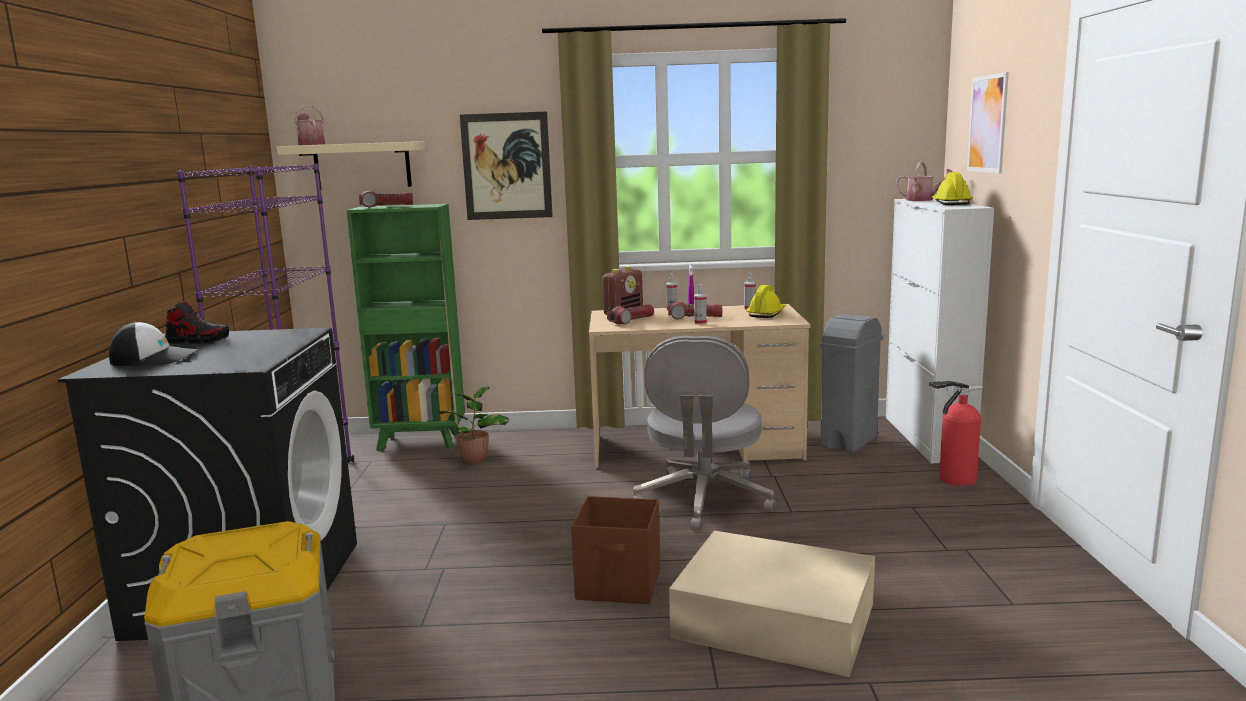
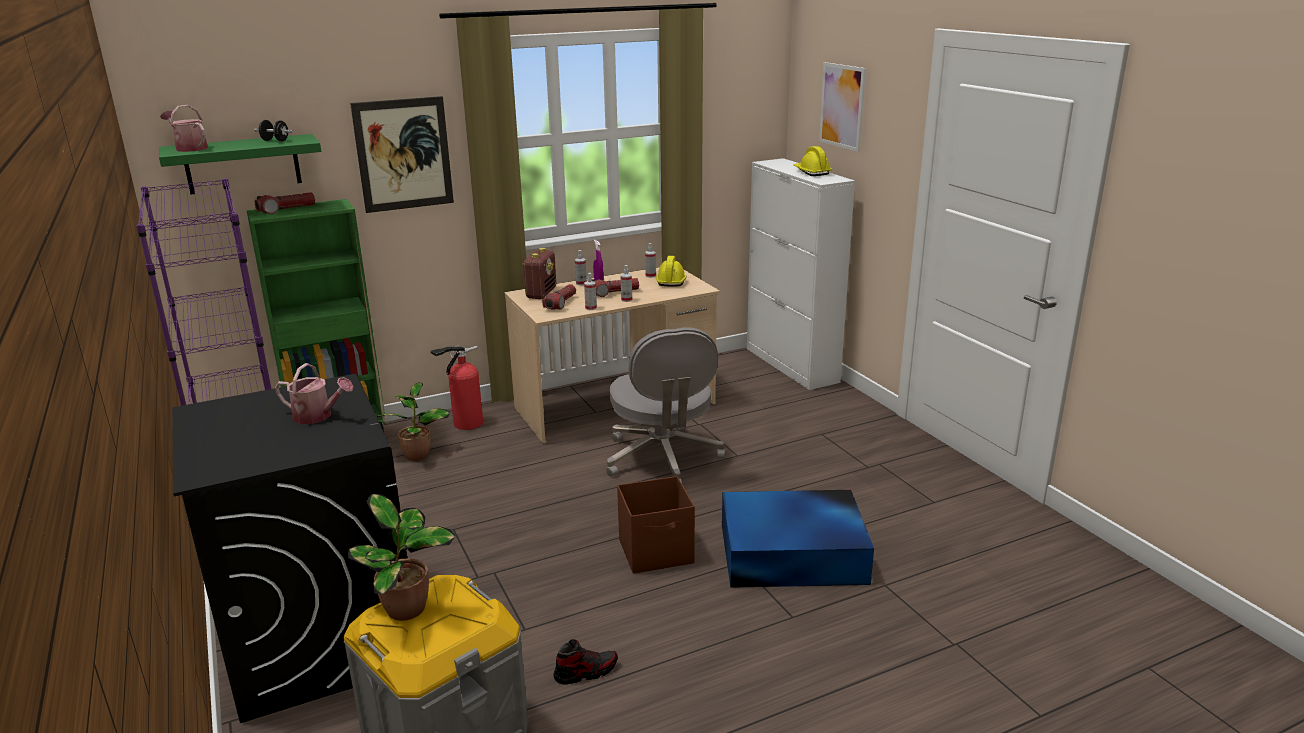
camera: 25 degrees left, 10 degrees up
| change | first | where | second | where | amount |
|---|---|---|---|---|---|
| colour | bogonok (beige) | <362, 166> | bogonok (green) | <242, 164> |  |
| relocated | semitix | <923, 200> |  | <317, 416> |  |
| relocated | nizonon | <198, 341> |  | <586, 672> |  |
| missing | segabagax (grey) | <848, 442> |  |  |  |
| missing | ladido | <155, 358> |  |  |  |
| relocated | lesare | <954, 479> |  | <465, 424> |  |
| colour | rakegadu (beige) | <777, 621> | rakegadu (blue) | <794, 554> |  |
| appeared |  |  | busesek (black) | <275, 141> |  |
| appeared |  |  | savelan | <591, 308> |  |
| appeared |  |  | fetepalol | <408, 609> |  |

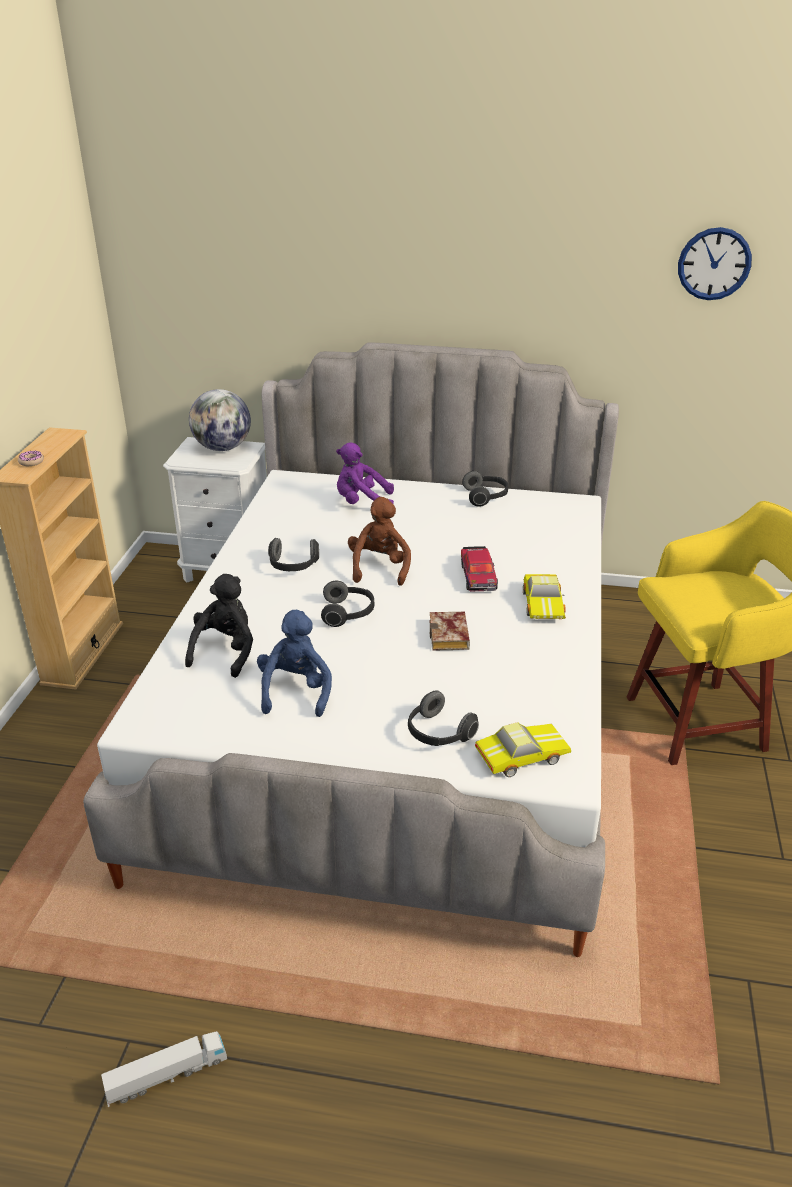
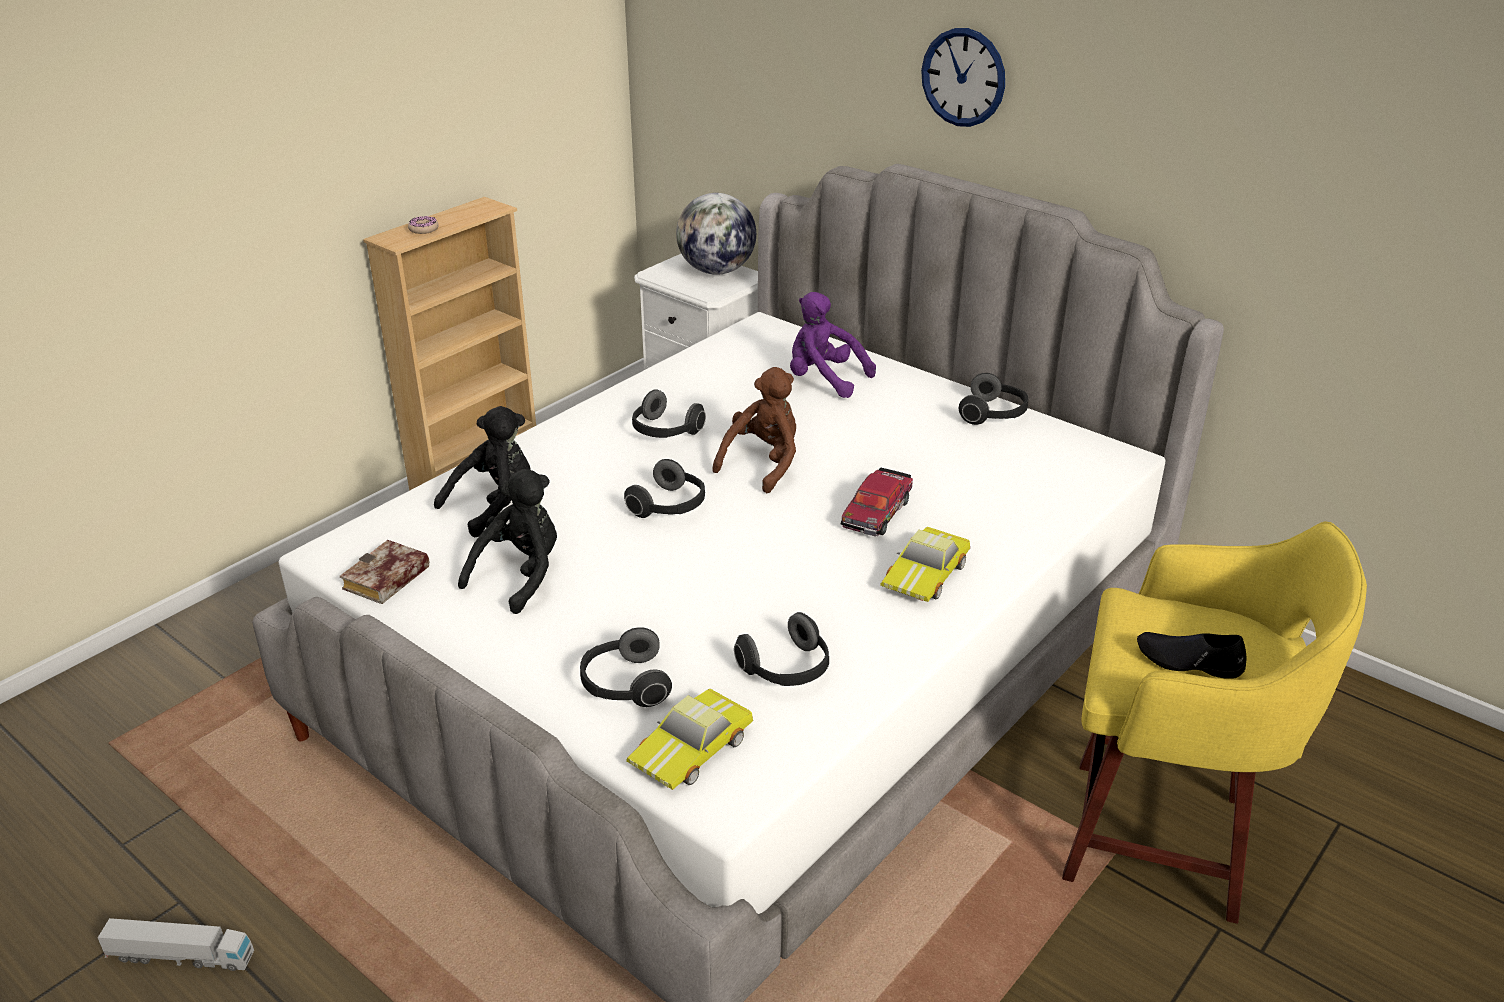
camera: 30 degrees right, 0 degrees up
| change | first | where | second | where | amount |
|---|---|---|---|---|---|
| relocated | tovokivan | <714, 264> |  | <963, 77> |  |
| colour | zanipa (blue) | <296, 691> | zanipa (black) | <520, 576> |  |
| relocated | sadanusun | <451, 637> |  | <386, 581> |  |
| spun | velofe | <520, 755> |  | <694, 750> | 120 degrees clockwise |
| appeared |  |  | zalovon | <787, 670> |  |
| appeared |  |  | nizonon (black) | <1188, 661> |  |

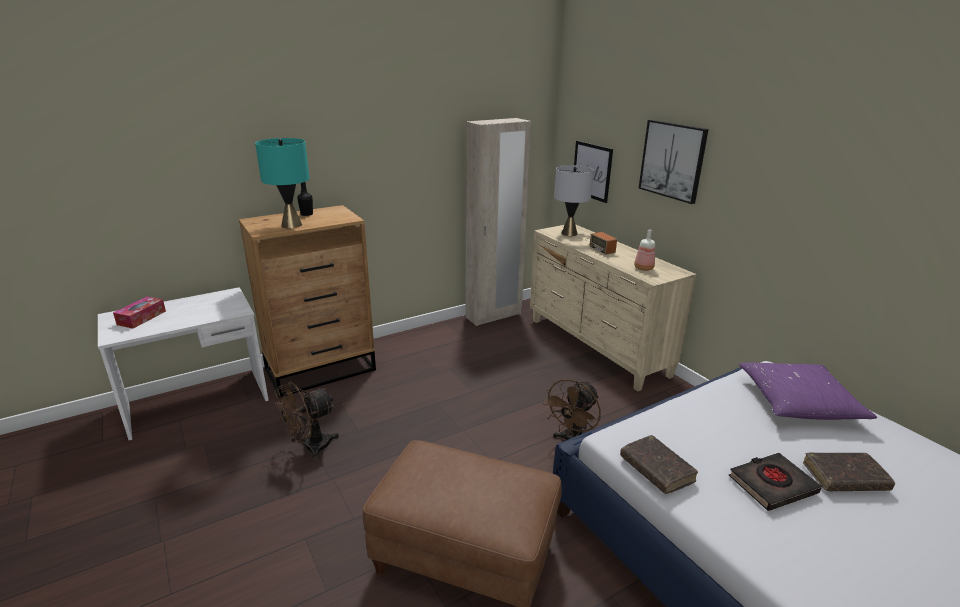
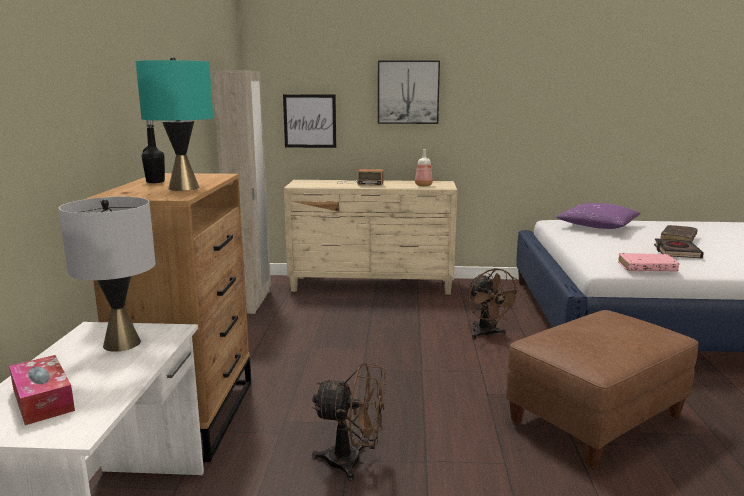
camera: 55 degrees left, 10 degrees down
| change | first | where | second | where | amount |
|---|---|---|---|---|---|
| relocated | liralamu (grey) | <569, 233> |  | <121, 343> |  |
| spun | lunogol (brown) | <310, 447> |  | <352, 462> | 75 degrees counterclockwise |
| colour | sadanusun (brown) | <656, 470> | sadanusun (pink) | <646, 268> |  |

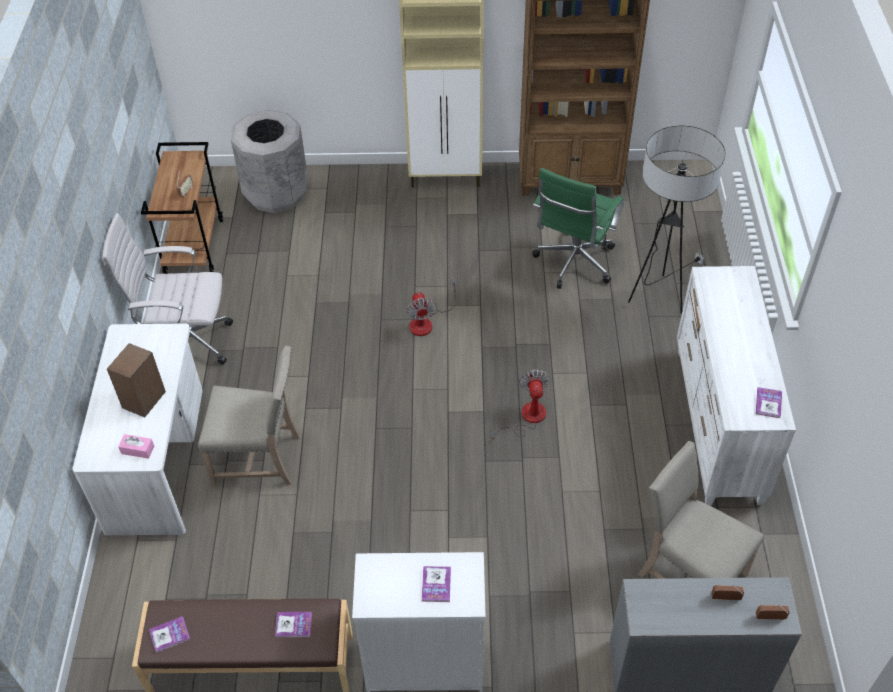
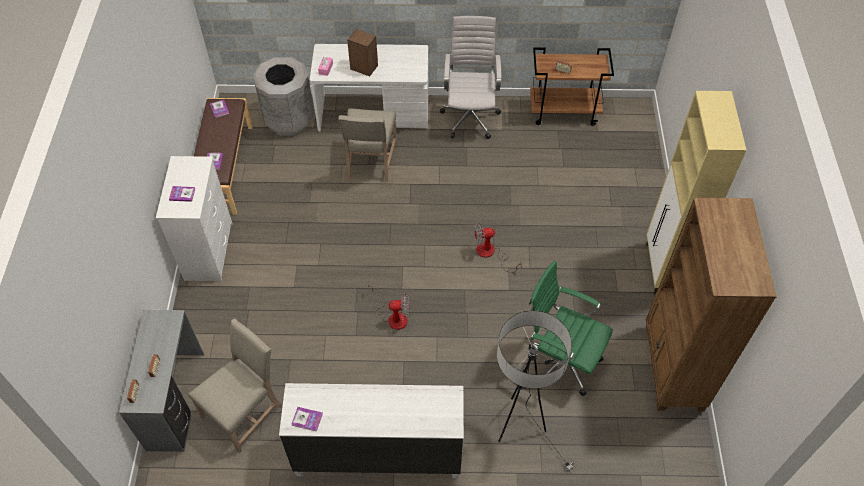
camera: 90 degrees right, 5 degrees up
| change | first | where | second | where | amount |
|---|---|---|---|---|---|
| relocated | segabagax (grey) | <276, 194> |  | <288, 120> |  |

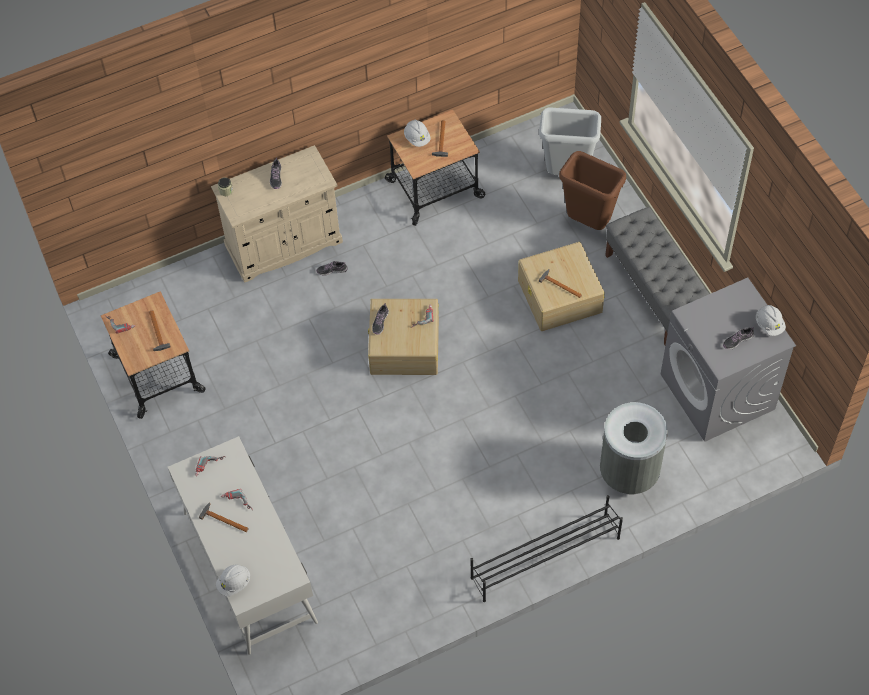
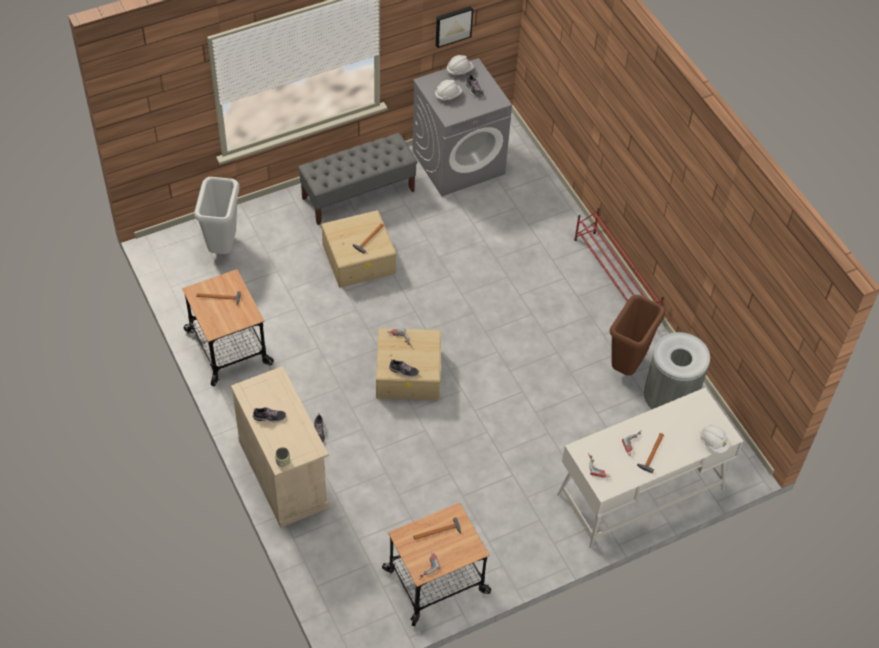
camera: 95 degrees left, 5 degrees down
| change | first | where | second | where | amount |
|---|---|---|---|---|---|
| relocated | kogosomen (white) | <417, 138> |  | <448, 95> |  |
| relocated | segabagax (brown) | <587, 223> |  | <627, 366> |  |
| relocated | segabagax (grey) | <629, 473> |  | <669, 401> |  |
| colour | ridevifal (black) | <544, 558> | ridevifal (red) | <615, 280> |  |
| appeared |  |  | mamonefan | <453, 25> |  |

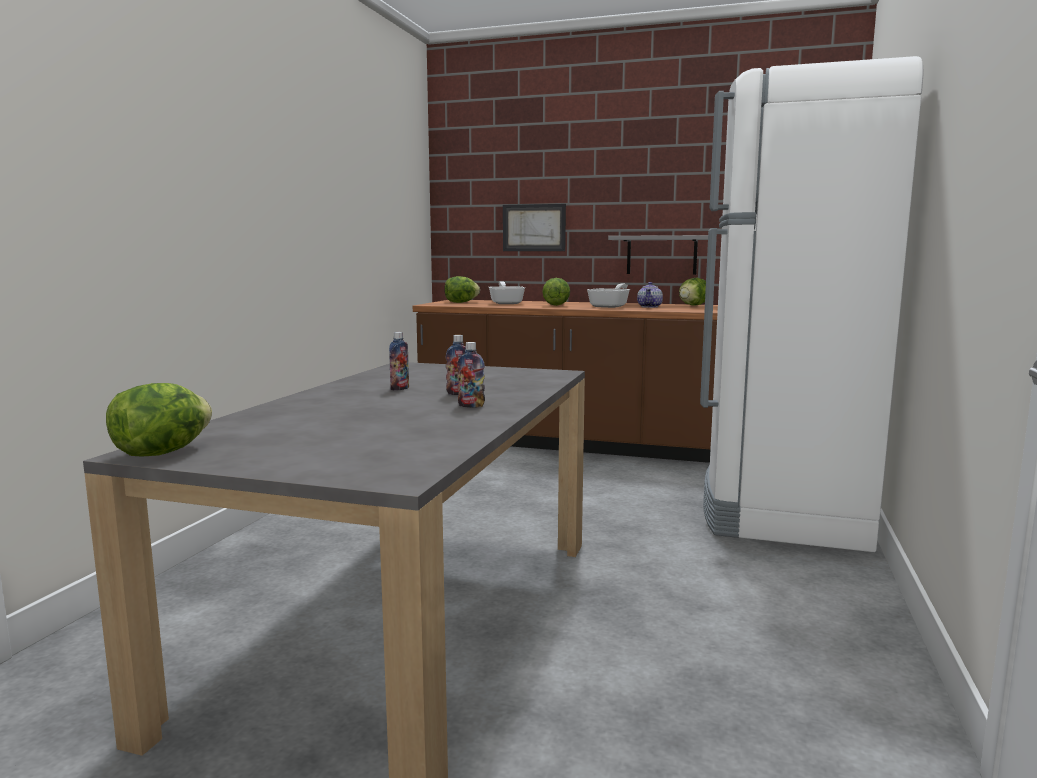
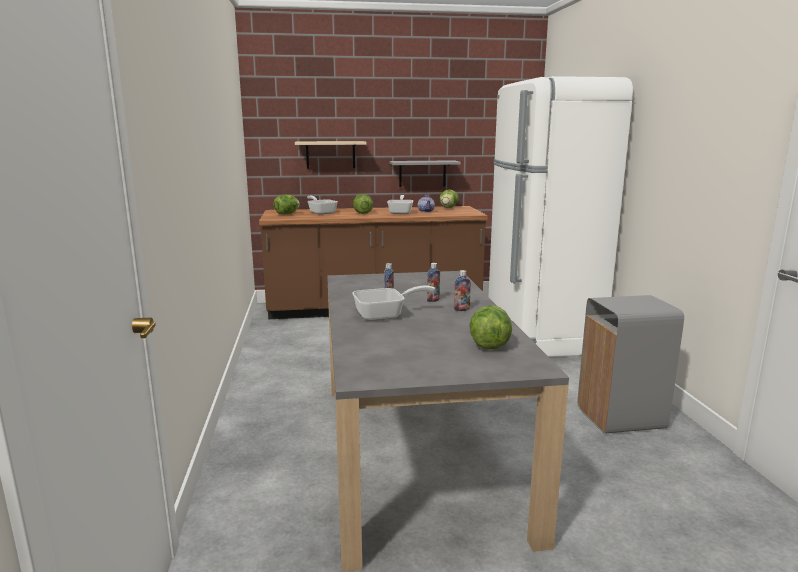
camera: 25 degrees left, 5 degrees up
| change | first | where | second | where | amount |
|---|---|---|---|---|---|
| exchanged | mamonefan | <534, 227> | bogonok (beige) | <330, 154> |  |
| relocated | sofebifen | <162, 453> |  | <489, 345> |  |
| appeared |  |  | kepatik | <385, 315> |  |
| appeared |  |  | segabagax (grey) | <621, 418> |  |

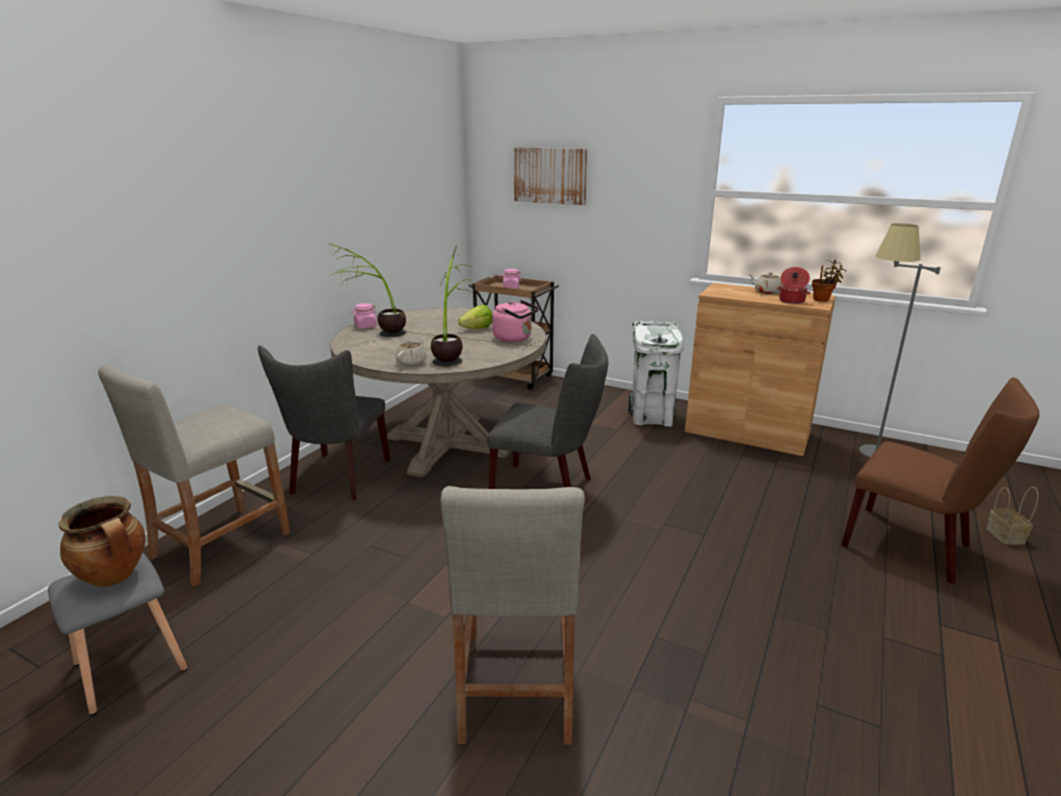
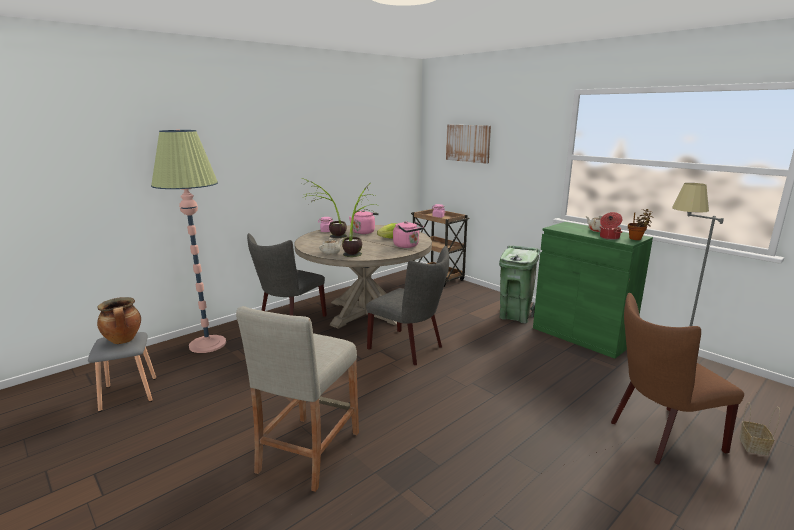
camera: 20 degrees right, 5 degrees down
| change | first | where | second | where | amount |
|---|---|---|---|---|---|
| colour | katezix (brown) | <747, 432> | katezix (green) | <581, 336> |  |
| colour | segabagax (white) | <652, 418> | segabagax (green) | <515, 316> |  |
| exchanged | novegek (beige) | <220, 544> | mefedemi | <207, 344> |  |
| spun | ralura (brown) | <915, 547> |  | <659, 436> | 105 degrees clockwise |
| appeared |  |  | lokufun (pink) | <364, 232> |  |

